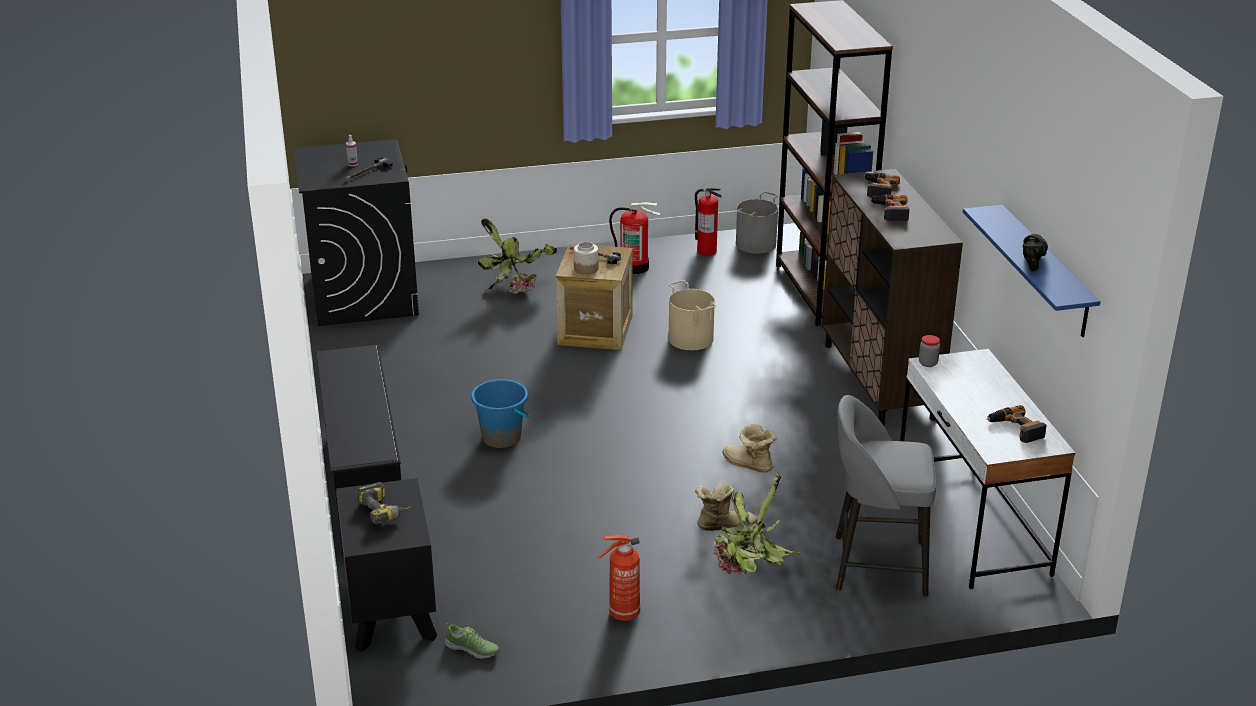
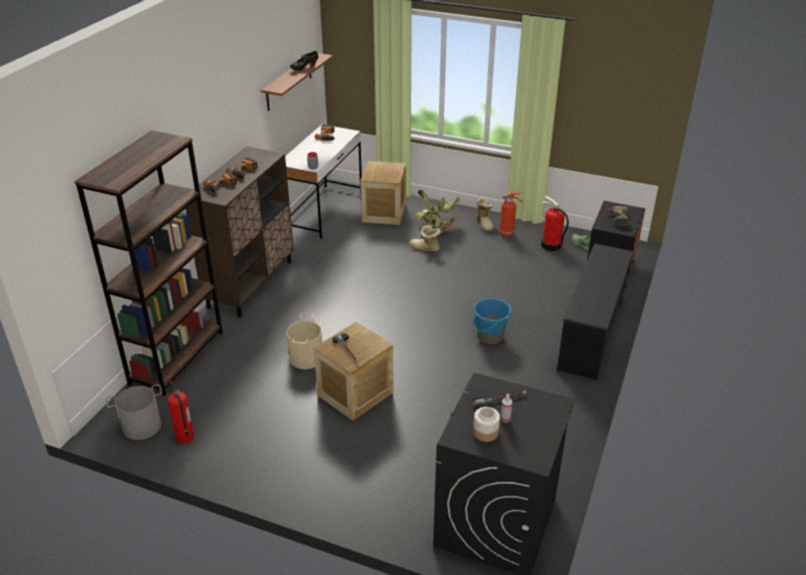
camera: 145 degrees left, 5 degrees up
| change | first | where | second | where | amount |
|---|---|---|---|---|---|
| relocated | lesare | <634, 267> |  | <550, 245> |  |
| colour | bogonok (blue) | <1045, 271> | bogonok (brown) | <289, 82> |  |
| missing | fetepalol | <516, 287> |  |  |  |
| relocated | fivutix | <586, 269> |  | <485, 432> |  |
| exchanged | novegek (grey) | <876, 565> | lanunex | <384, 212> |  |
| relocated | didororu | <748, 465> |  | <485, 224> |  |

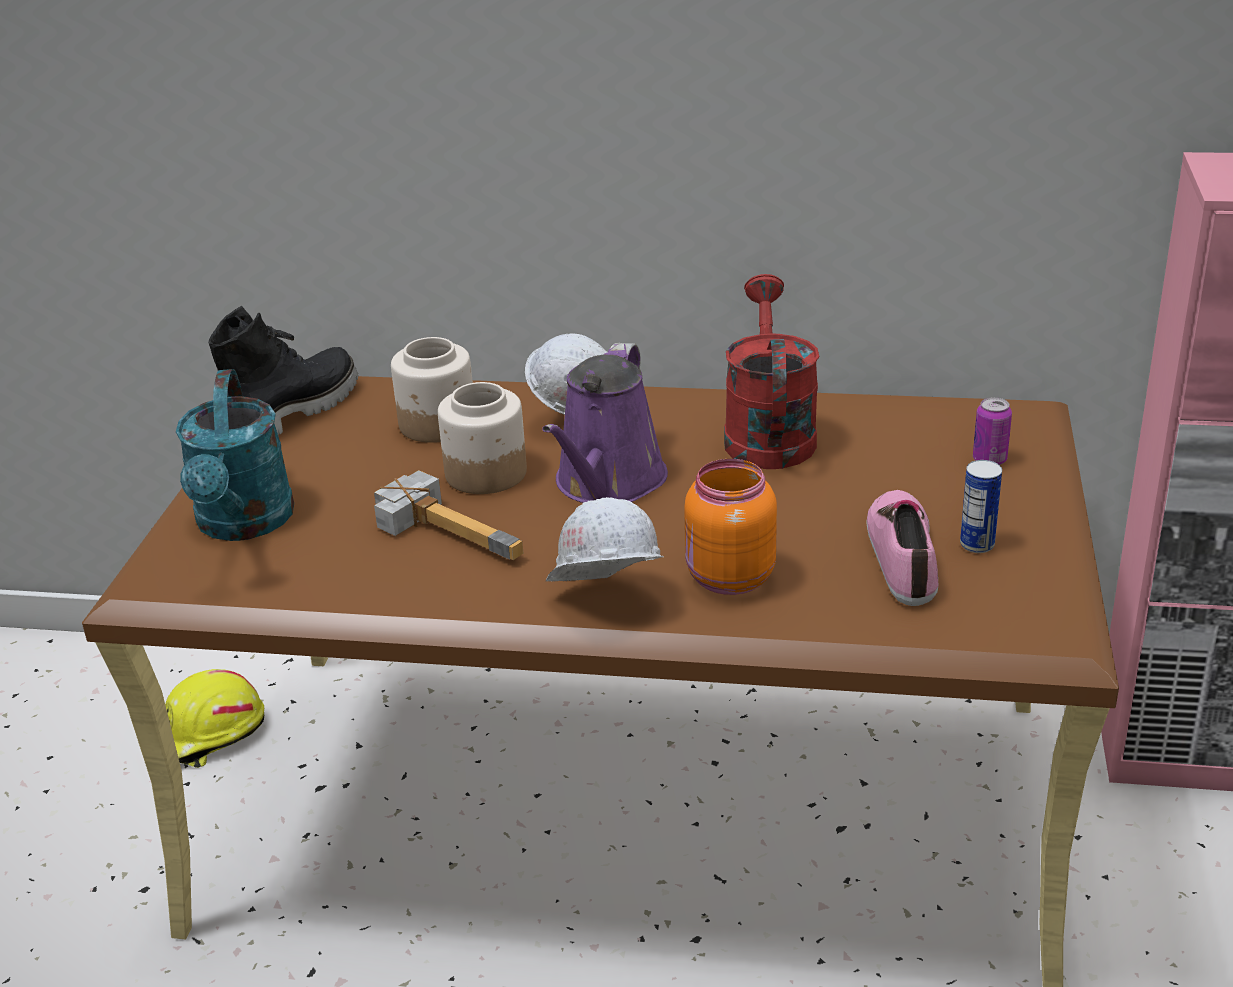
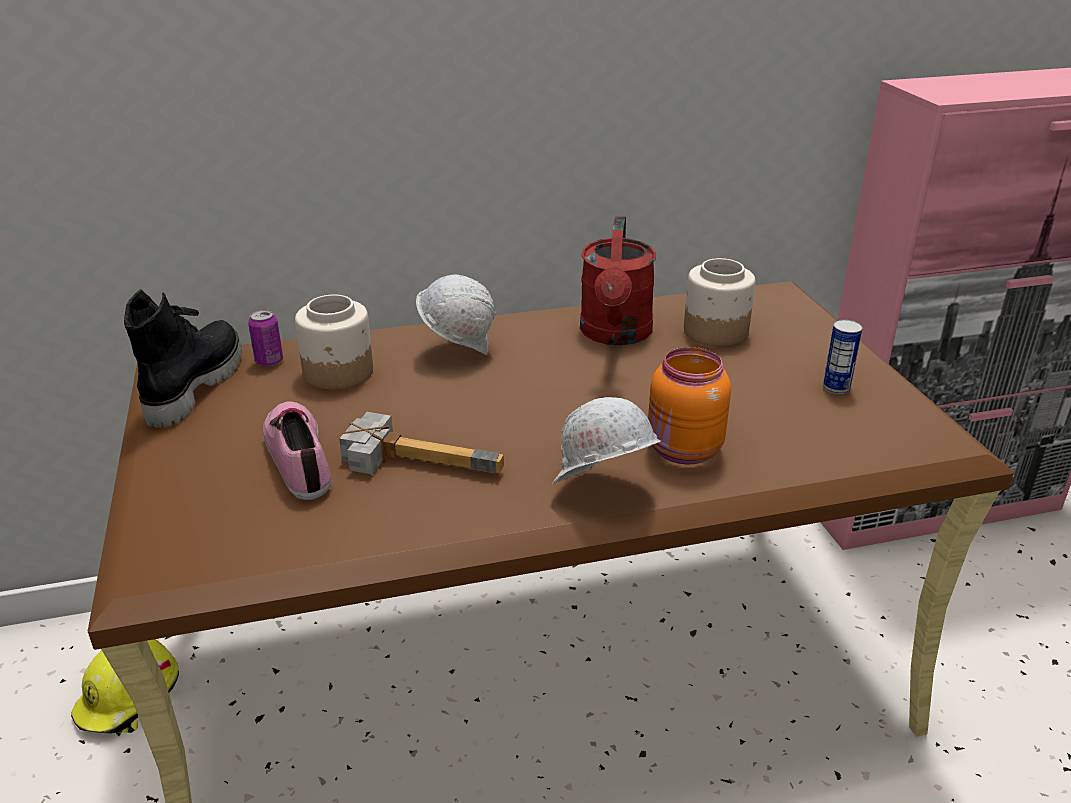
camera: 25 degrees left, 0 degrees up
| change | first | where | second | where | amount |
|---|---|---|---|---|---|
| spun | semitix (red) | <767, 433> |  | <615, 335> | 150 degrees counterclockwise |
| missing | semitix (purple) | <607, 484> |  |  |  |
| missing | semitix (turquoise) | <243, 524> |  |  |  |
| relocated | fivutix | <484, 473> |  | <715, 331> |  |
| relocated | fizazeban | <989, 460> |  | <269, 361> |  |
| relocated | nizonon | <904, 555> |  | <300, 456> |  |

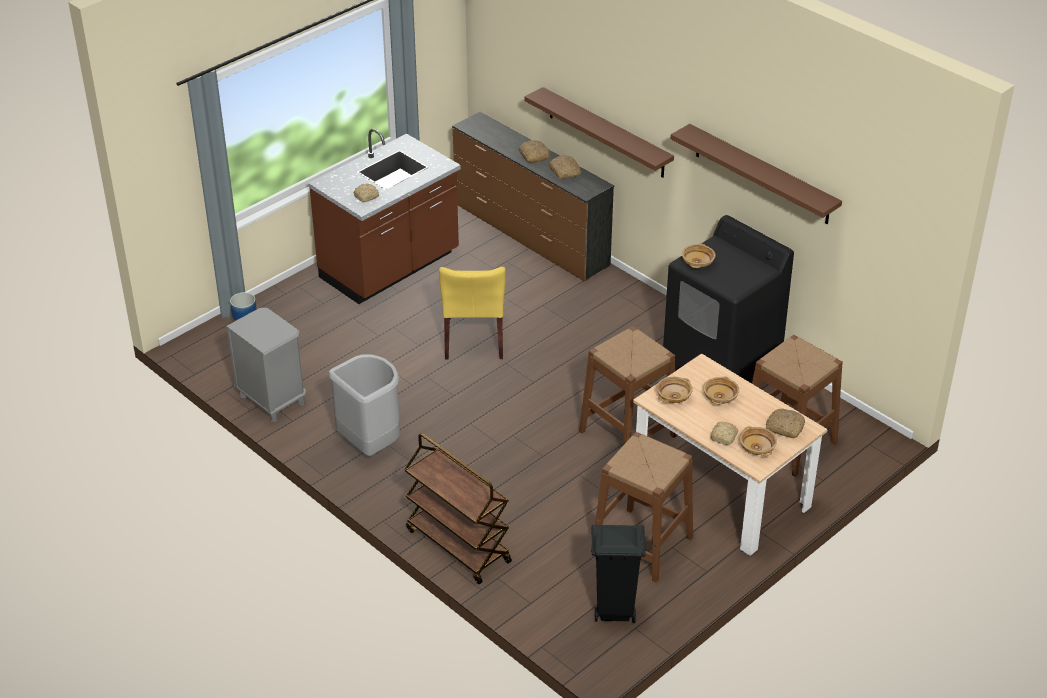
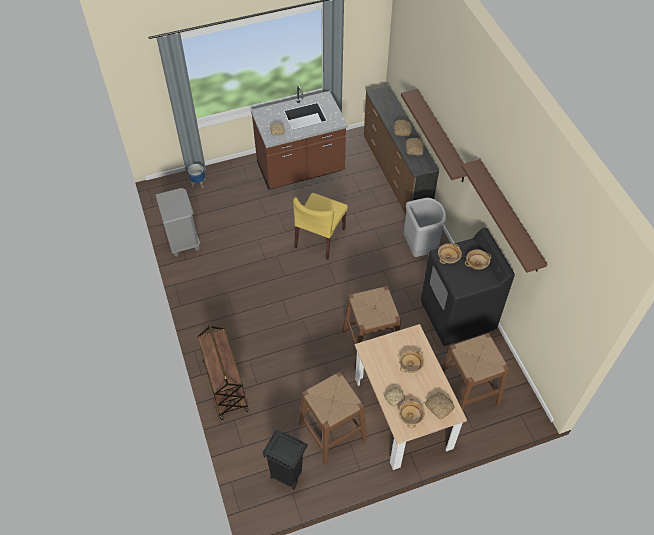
camera: 25 degrees right, 15 degrees up
| change | first | where | second | where | amount |
|---|---|---|---|---|---|
| relocated | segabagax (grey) | <371, 445> |  | <420, 247> |  |
| relocated | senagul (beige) | <673, 396> |  | <477, 263> |  |

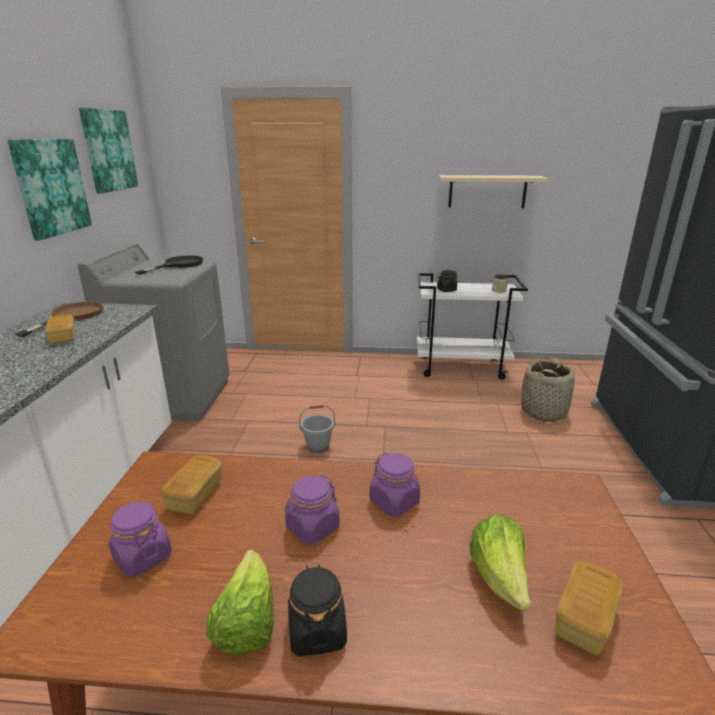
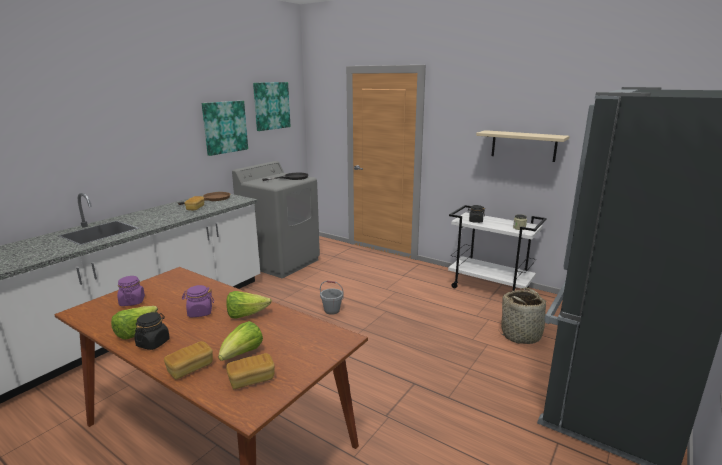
camera: 30 degrees right, 5 degrees down
| change | first | where | second | where | amount |
|---|---|---|---|---|---|
| exchanged | fivutix (purple) | <394, 502> | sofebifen | <246, 315> |  |
| relocated | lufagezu | <195, 495> |  | <190, 368> |  |

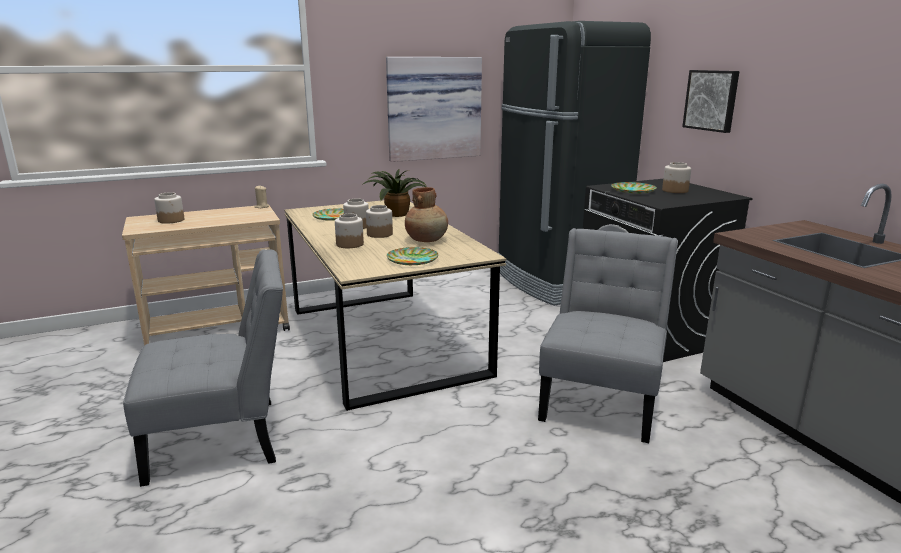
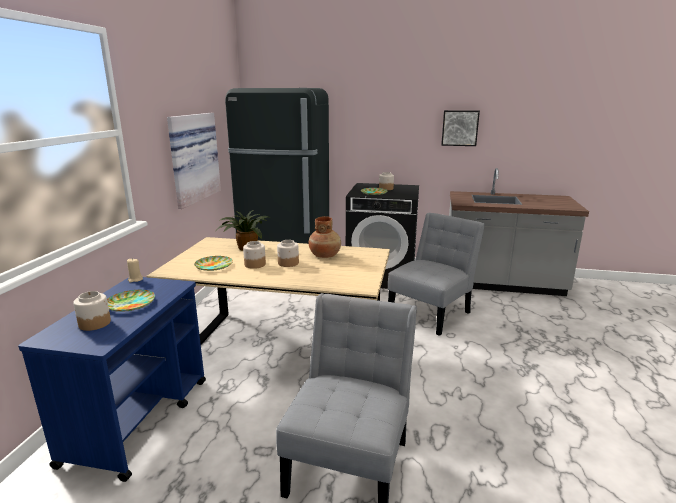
camera: 55 degrees left, 0 degrees up
| change | first | where | second | where | amount |
|---|---|---|---|---|---|
| relocated | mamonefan | <712, 100> |  | <460, 128> |  |
| colour | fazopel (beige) | <219, 329> | fazopel (blue) | <139, 419> |  |
| missing | fivutix | <349, 244> |  |  |  |
| spun | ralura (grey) | <602, 399> |  | <431, 312> | 75 degrees clockwise |
| relocated | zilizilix | <412, 260> |  | <130, 303> |  |

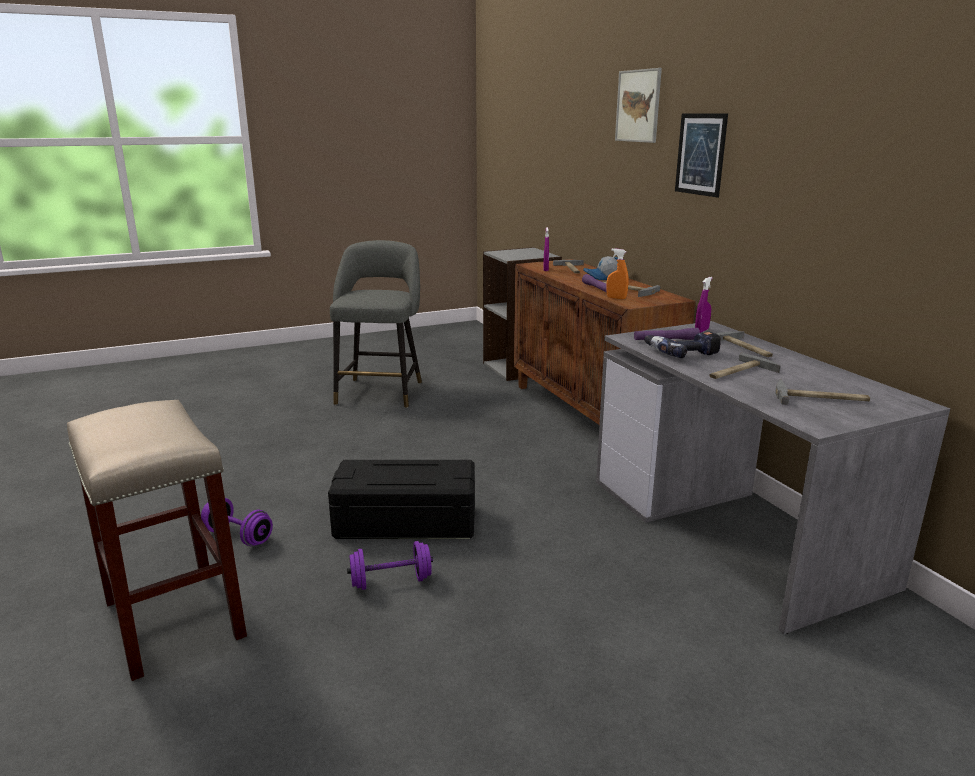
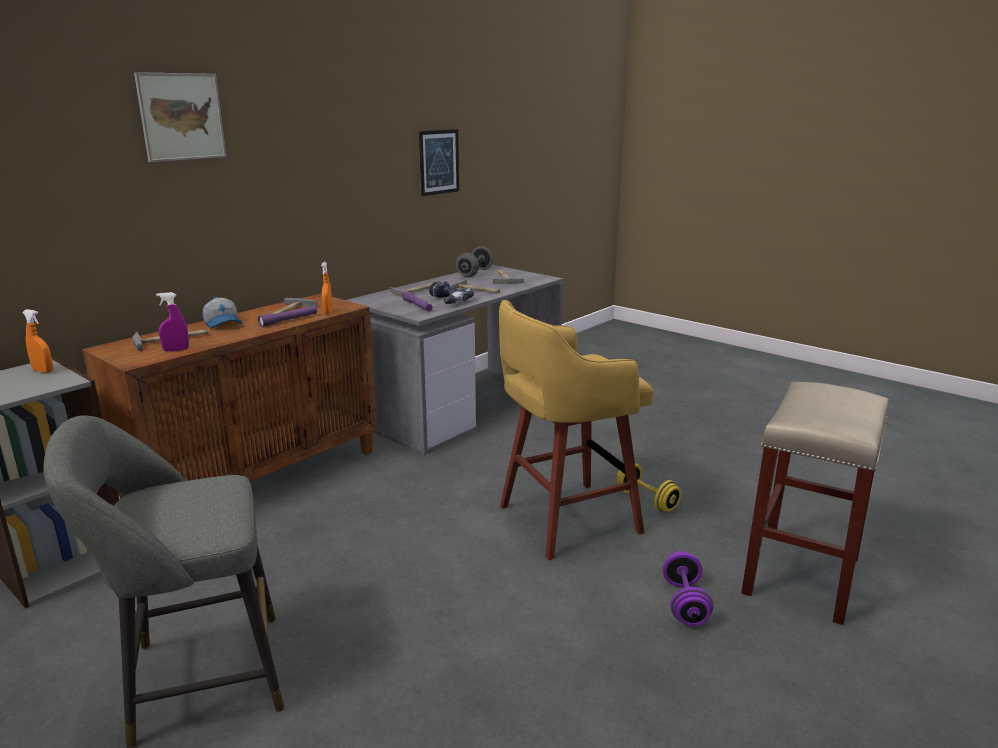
camera: 115 degrees left, 0 degrees up
| change | first | where | second | where | amount |
|---|---|---|---|---|---|
| relocated | mamonefan | <700, 154> |  | <439, 162> |  |
| missing | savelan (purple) | <701, 331> |  |  |  |
| exchanged | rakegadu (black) | <407, 521> | novegek (yellow) | <564, 520> |  |
| colour | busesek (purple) | <391, 581> | busesek (yellow) | <646, 500> |  |
| appeared |  |  | busesek (grey) | <474, 273> |  |
| appeared |  |  | savelan (orange) | <43, 371> |  |

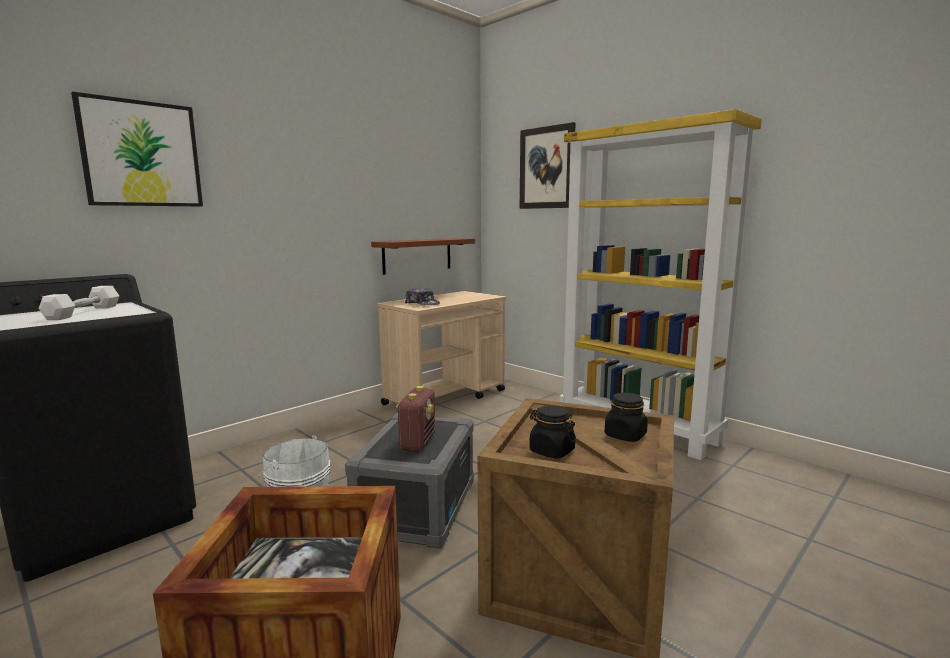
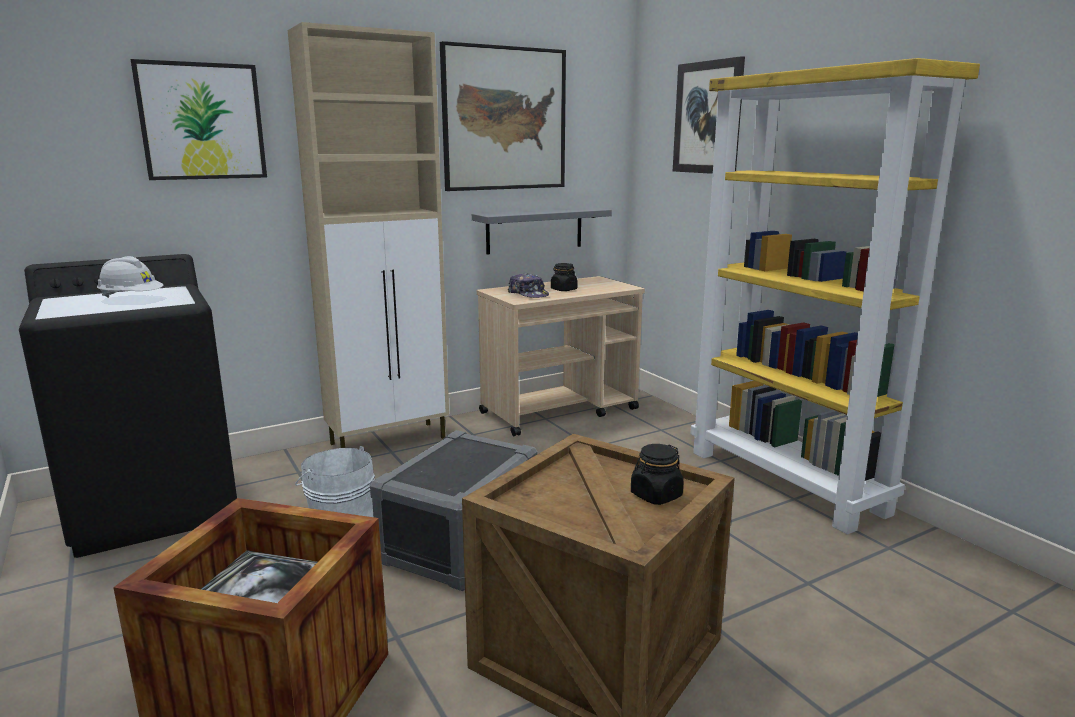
camera: 15 degrees right, 5 degrees up
| change | first | where | second | where | amount |
|---|---|---|---|---|---|
| colour | bogonok (brown) | <417, 255> | bogonok (grey) | <534, 230> |  |
| exchanged | busesek (white) | <84, 312> | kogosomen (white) | <132, 299> |  |
| missing | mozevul | <417, 442> |  |  |  |
| relocated | fivutix (black) | <551, 451> |  | <563, 289> |  |
| appeared |  |  | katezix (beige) | <390, 440> |  |
| appeared |  |  | mamonefan | <504, 119> |  |

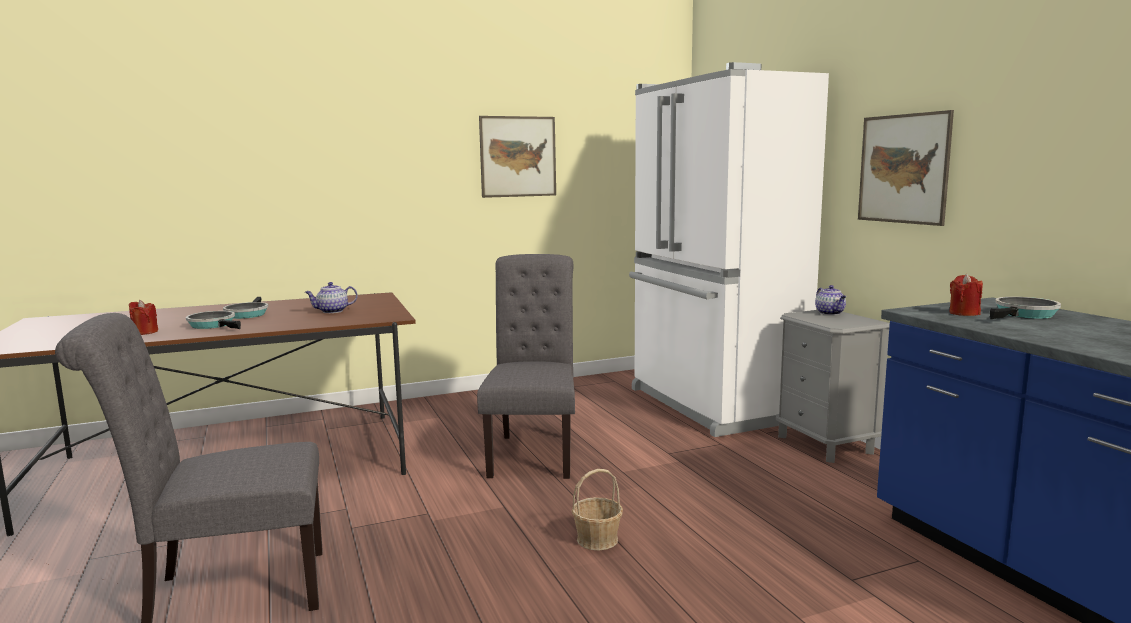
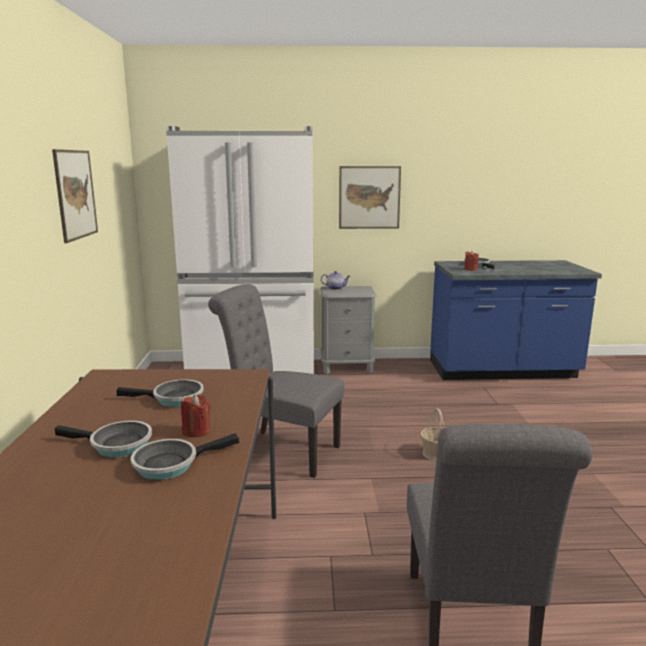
camera: 70 degrees left, 5 degrees up
| change | first | where | second | where | amount |
|---|---|---|---|---|---|
| exchanged | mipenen | <332, 311> | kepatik | <174, 399> |  |
| relocated | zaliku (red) | <145, 332> |  | <196, 431> |  |

